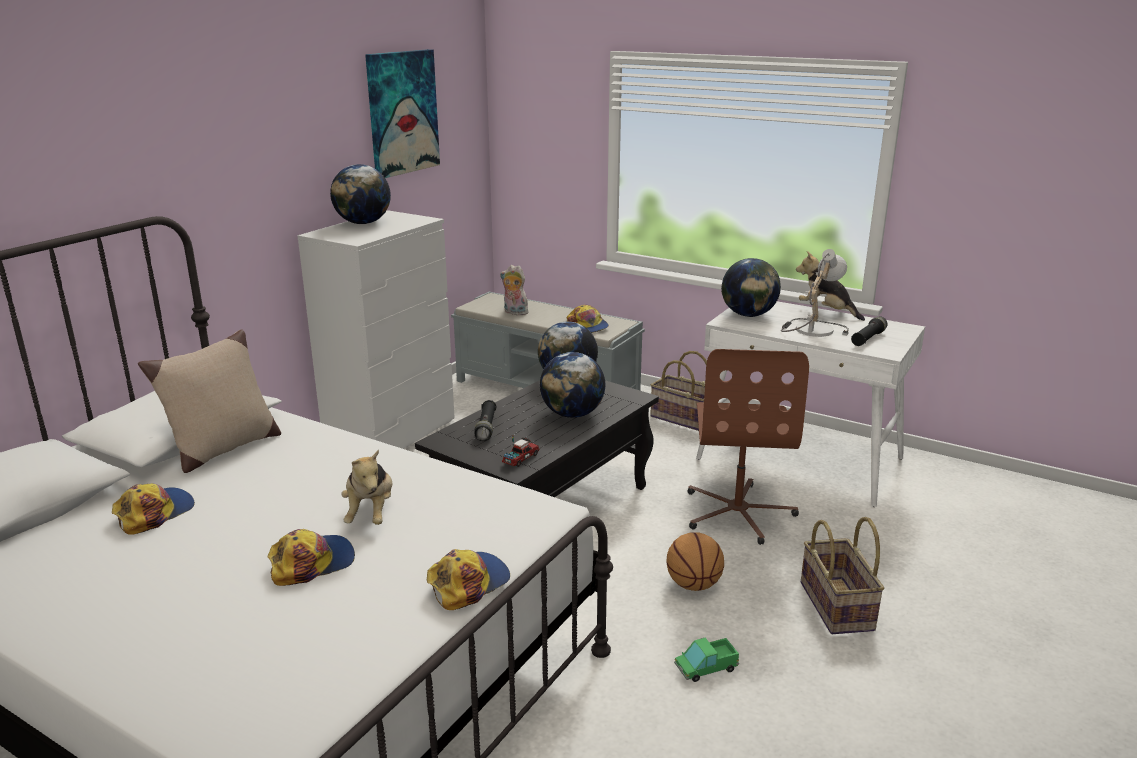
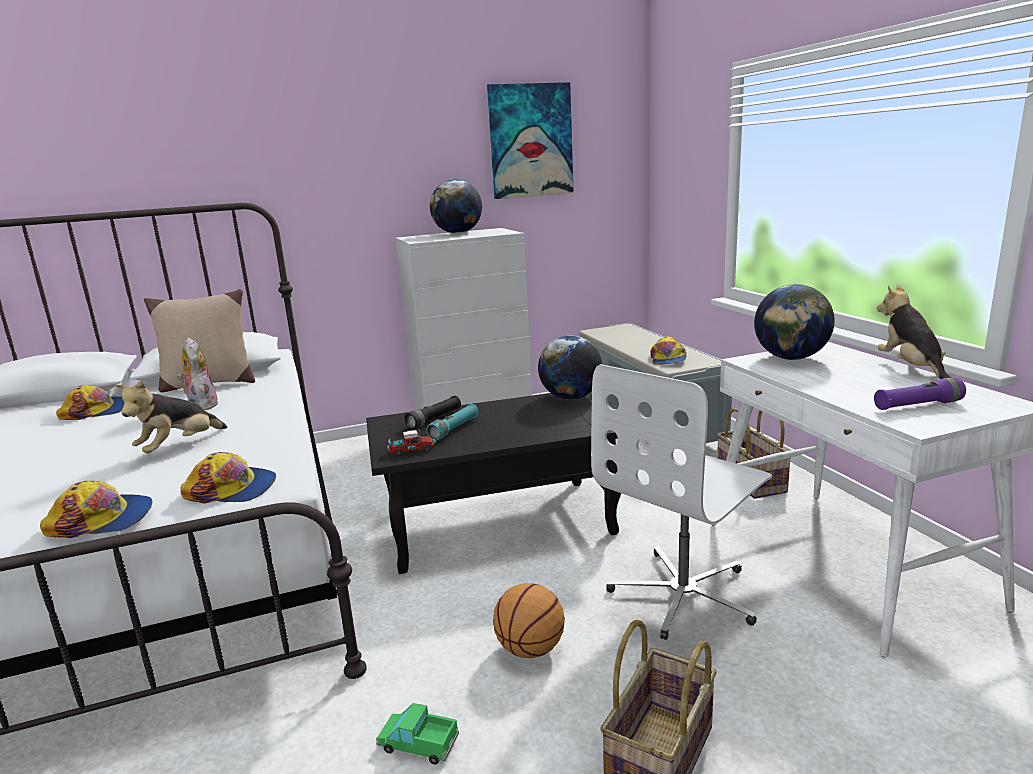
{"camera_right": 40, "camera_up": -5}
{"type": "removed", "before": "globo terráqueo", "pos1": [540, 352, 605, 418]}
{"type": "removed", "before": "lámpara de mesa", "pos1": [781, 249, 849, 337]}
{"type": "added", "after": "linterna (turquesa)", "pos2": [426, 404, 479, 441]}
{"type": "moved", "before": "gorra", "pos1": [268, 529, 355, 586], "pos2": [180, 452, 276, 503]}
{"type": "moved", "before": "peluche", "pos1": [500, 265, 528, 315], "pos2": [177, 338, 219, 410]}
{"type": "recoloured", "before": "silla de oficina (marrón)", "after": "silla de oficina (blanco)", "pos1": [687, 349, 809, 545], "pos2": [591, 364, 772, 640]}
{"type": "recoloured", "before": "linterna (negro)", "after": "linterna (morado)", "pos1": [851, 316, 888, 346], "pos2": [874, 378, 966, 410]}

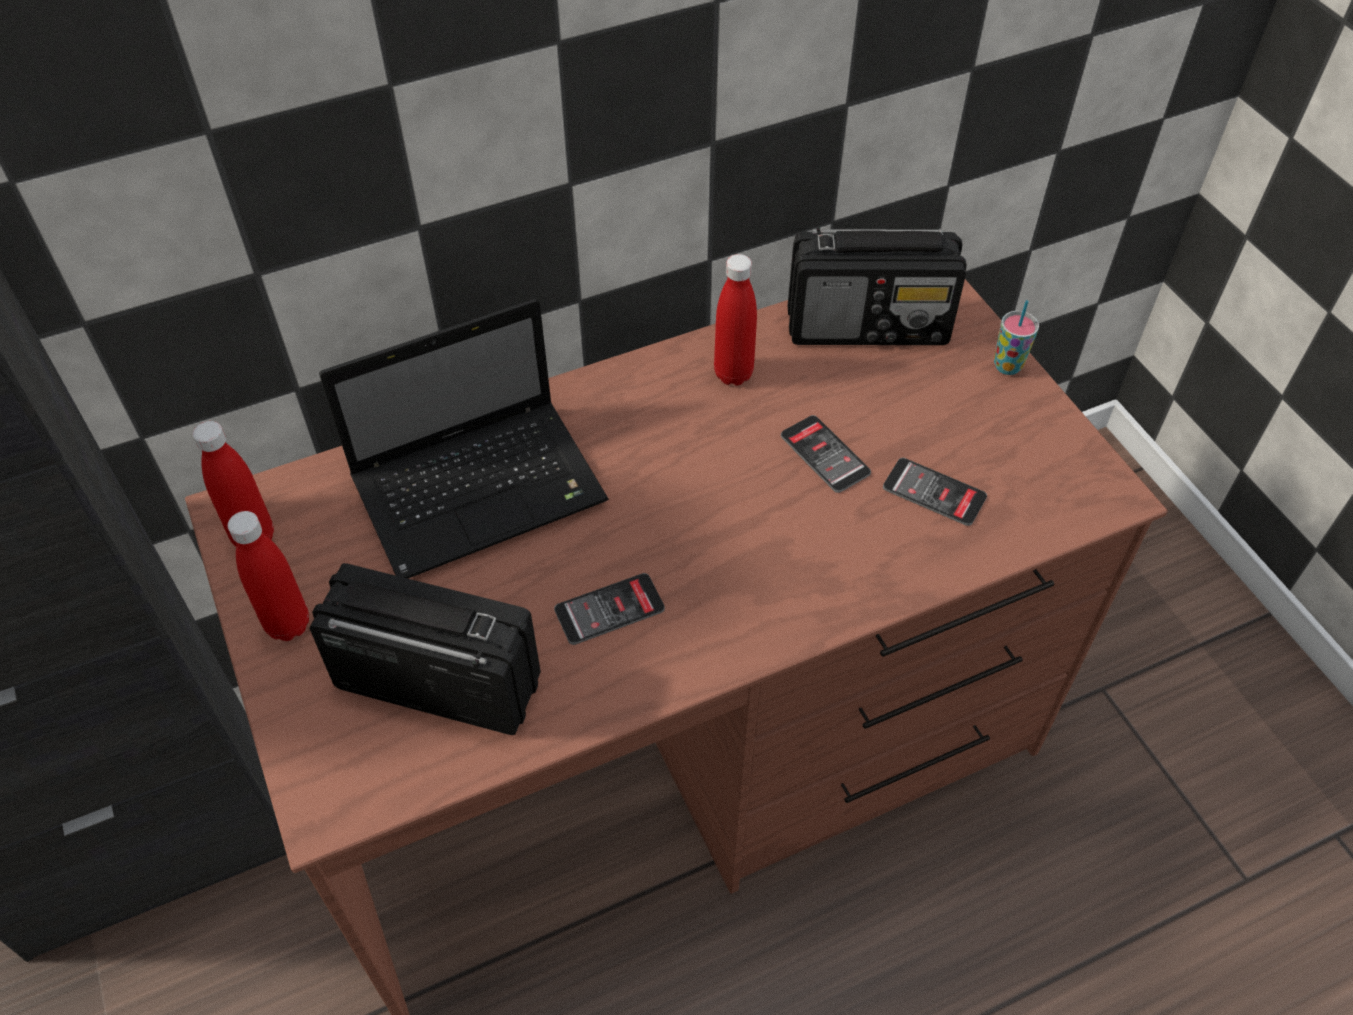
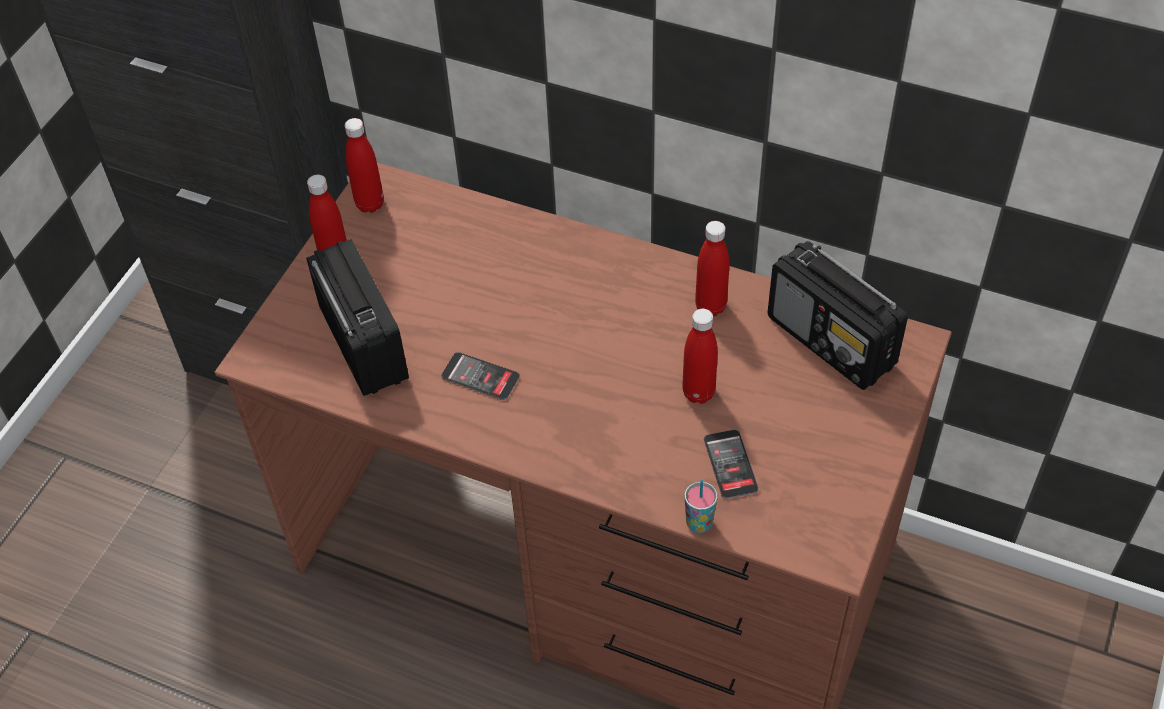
{"camera_right": 50, "camera_up": 0}
{"type": "removed", "before": "portátil", "pos1": [319, 298, 609, 579]}
{"type": "moved", "before": "taza", "pos1": [994, 300, 1039, 375], "pos2": [684, 480, 718, 533]}
{"type": "replaced", "before": "móvil", "after": "botella (rojo)", "pos1": [781, 415, 871, 493], "pos2": [682, 309, 718, 404]}

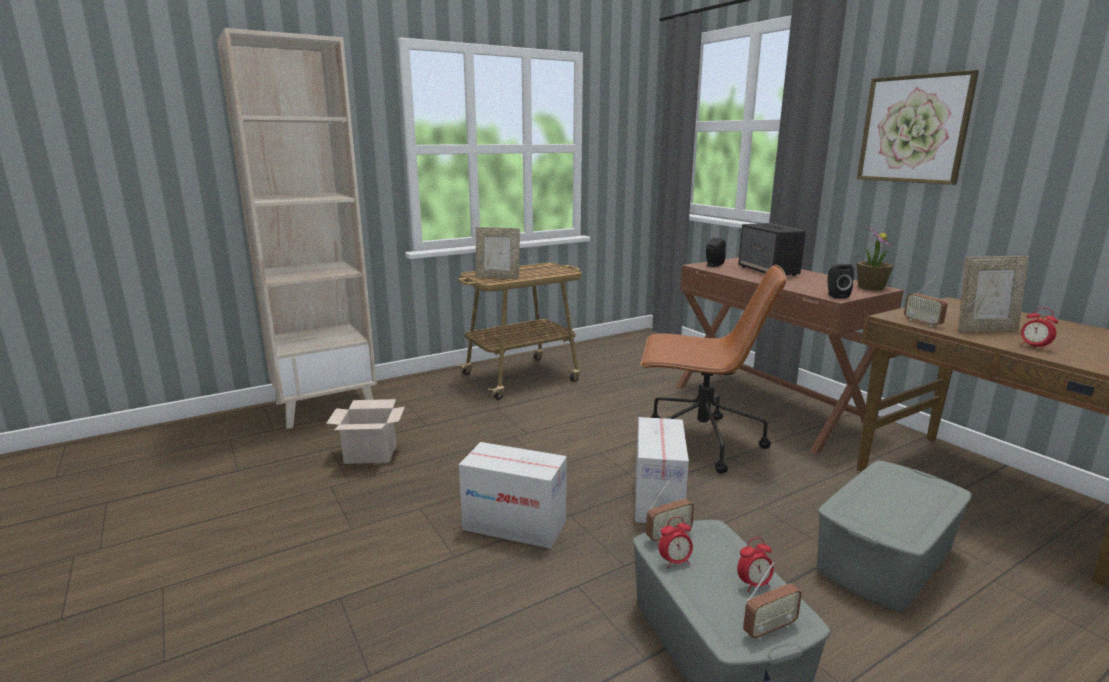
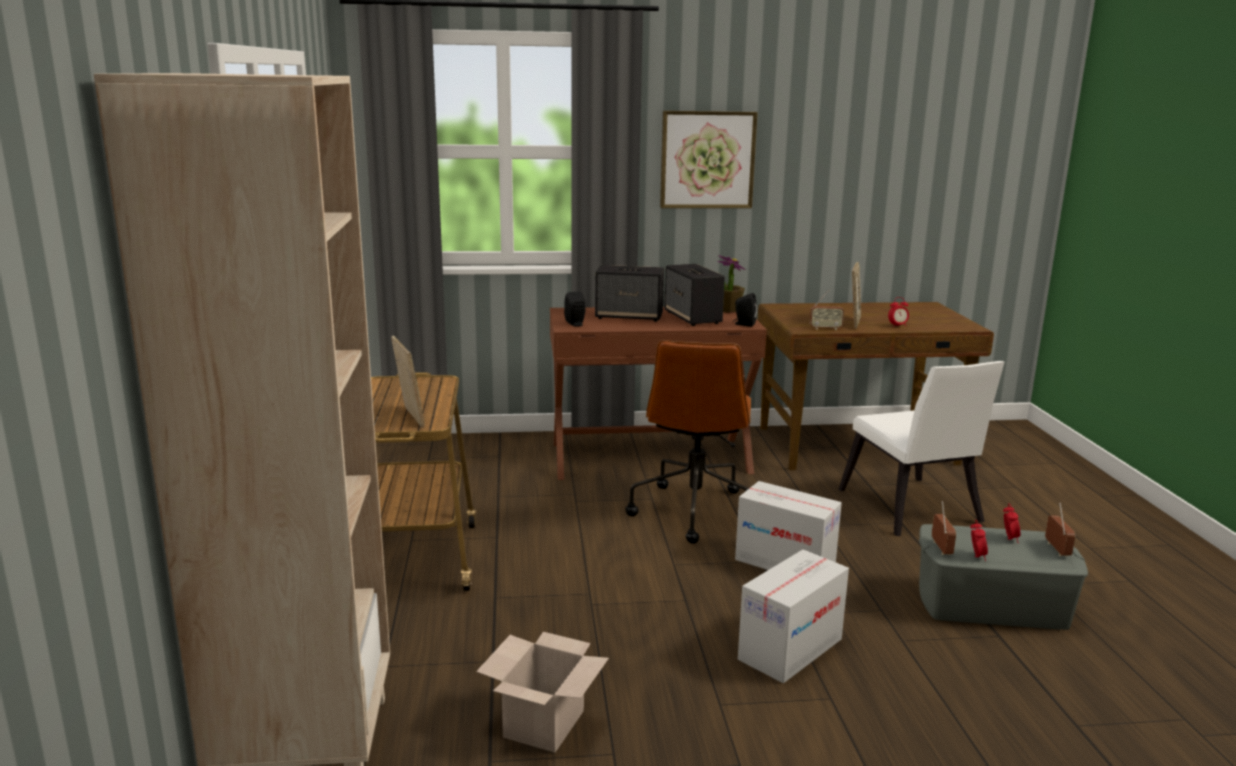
{"camera_right": -65, "camera_up": 0}
{"type": "added", "after": "altavoz", "pos2": [664, 264, 725, 326]}
{"type": "replaced", "before": "caja de almacenaje (gris)", "after": "silla (blanco)", "pos1": [817, 461, 972, 612], "pos2": [839, 361, 1004, 536]}
{"type": "turned", "before": "portarretratos", "pos1": [476, 227, 520, 279], "pos2": [391, 336, 425, 428], "turn": -60}
{"type": "turned", "before": "silla de oficina (marrón)", "pos1": [640, 264, 787, 474], "pos2": [625, 340, 751, 544], "turn": 150}

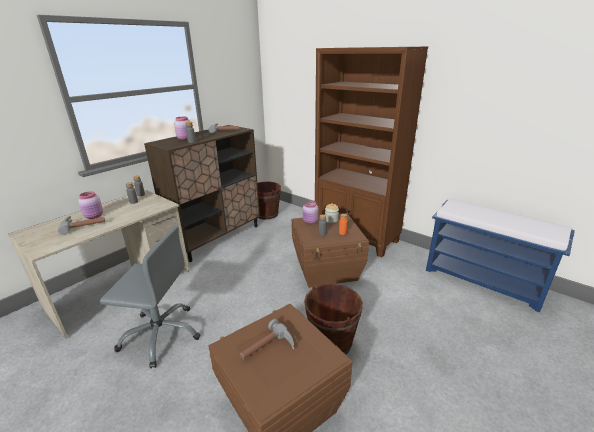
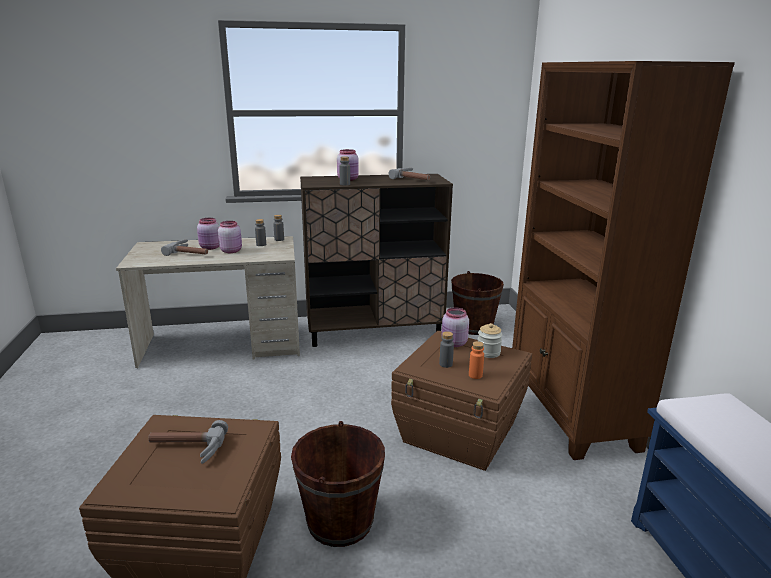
{"camera_right": 40, "camera_up": -5}
{"type": "removed", "before": "silla de oficina (gris)", "pos1": [100, 226, 201, 368]}
{"type": "added", "after": "tarro (rosa)", "pos2": [218, 221, 242, 253]}

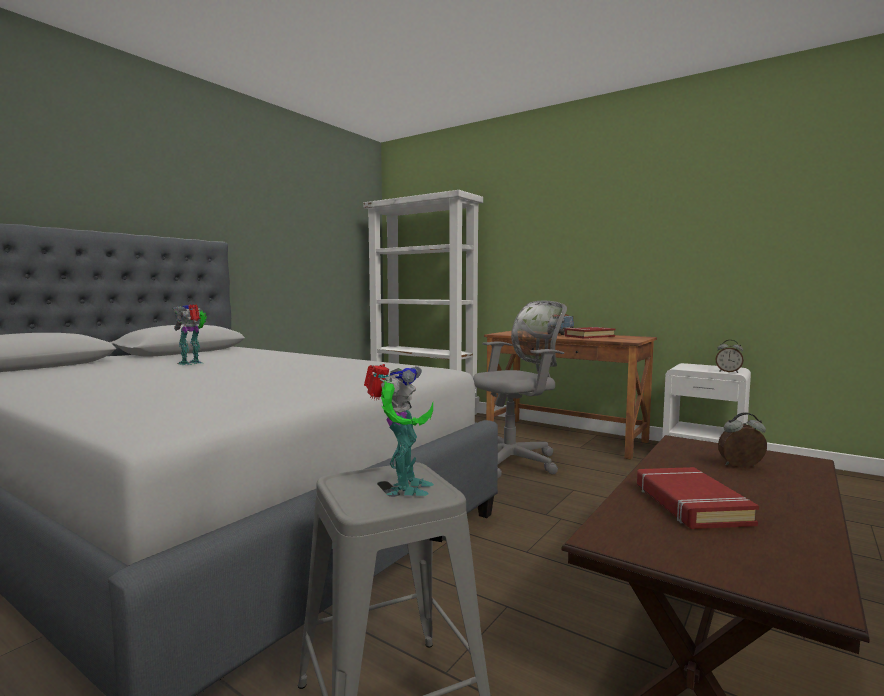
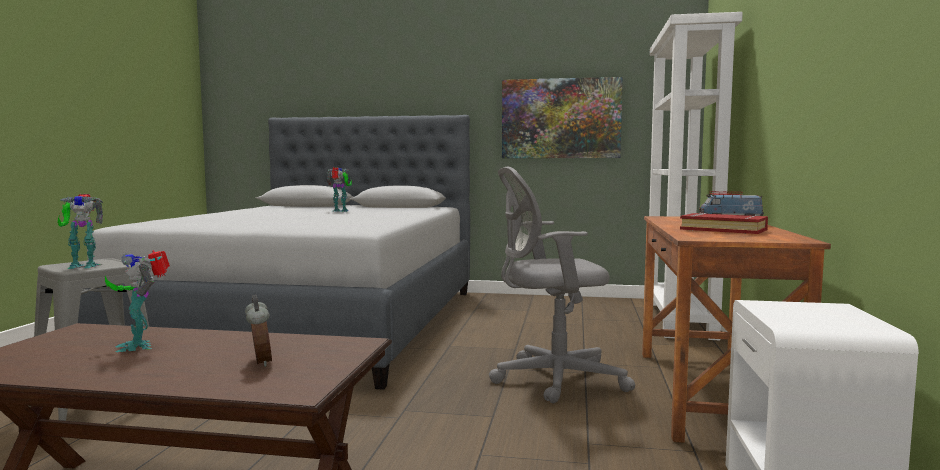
{"camera_right": 65, "camera_up": 0}
{"type": "removed", "before": "despertador", "pos1": [715, 340, 744, 373]}
{"type": "added", "after": "cuadro", "pos2": [502, 77, 623, 158]}
{"type": "replaced", "before": "libro (rojo)", "after": "robot de juguete", "pos1": [637, 467, 759, 529], "pos2": [105, 250, 170, 352]}
{"type": "turned", "before": "silla de oficina (gris)", "pos1": [473, 301, 567, 478], "pos2": [489, 167, 635, 403], "turn": 135}

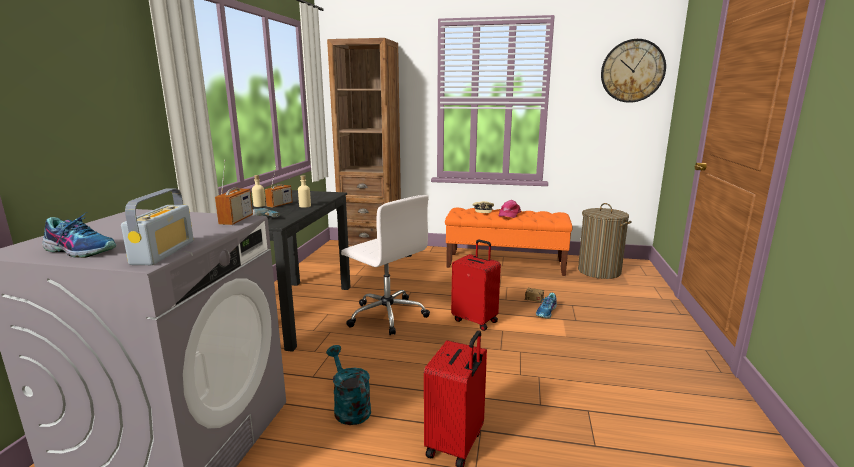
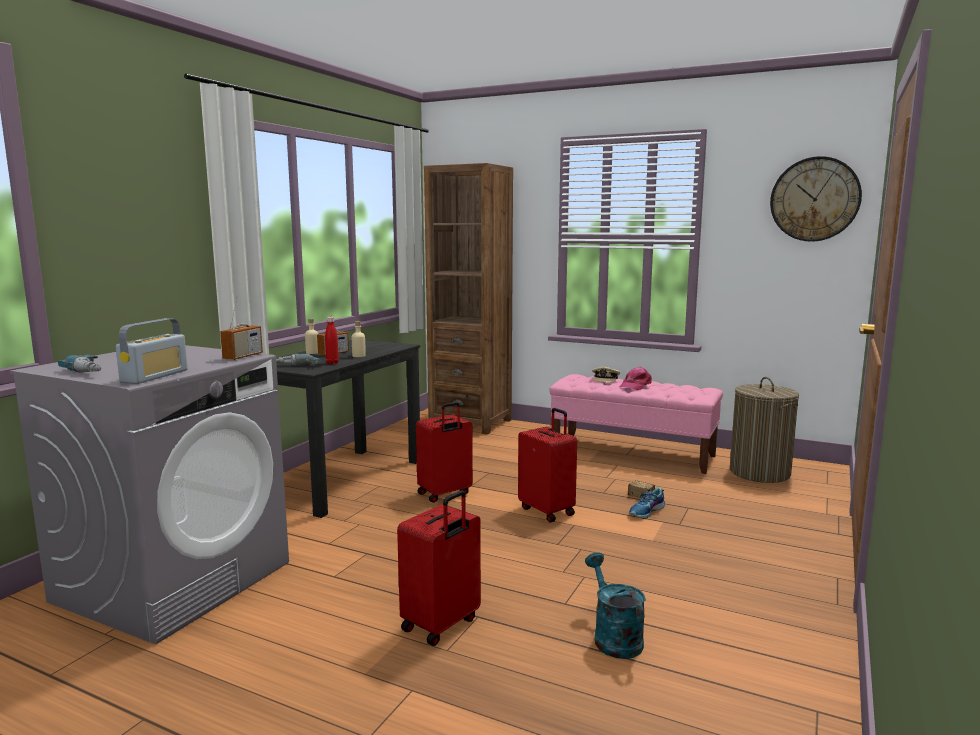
{"camera_right": 15, "camera_up": -5}
{"type": "added", "after": "botella (rojo)", "pos2": [325, 317, 339, 364]}
{"type": "moved", "before": "regadera (turquesa)", "pos1": [326, 345, 371, 425], "pos2": [585, 552, 646, 659]}
{"type": "replaced", "before": "zapato", "after": "taladro", "pos1": [42, 212, 116, 258], "pos2": [58, 355, 101, 373]}
{"type": "replaced", "before": "silla de oficina (blanco)", "after": "maleta (rojo)", "pos1": [341, 195, 430, 335], "pos2": [416, 402, 473, 503]}
{"type": "recoloured", "before": "banco (naranja)", "after": "banco (rosa)", "pos1": [445, 208, 573, 276], "pos2": [549, 374, 723, 474]}

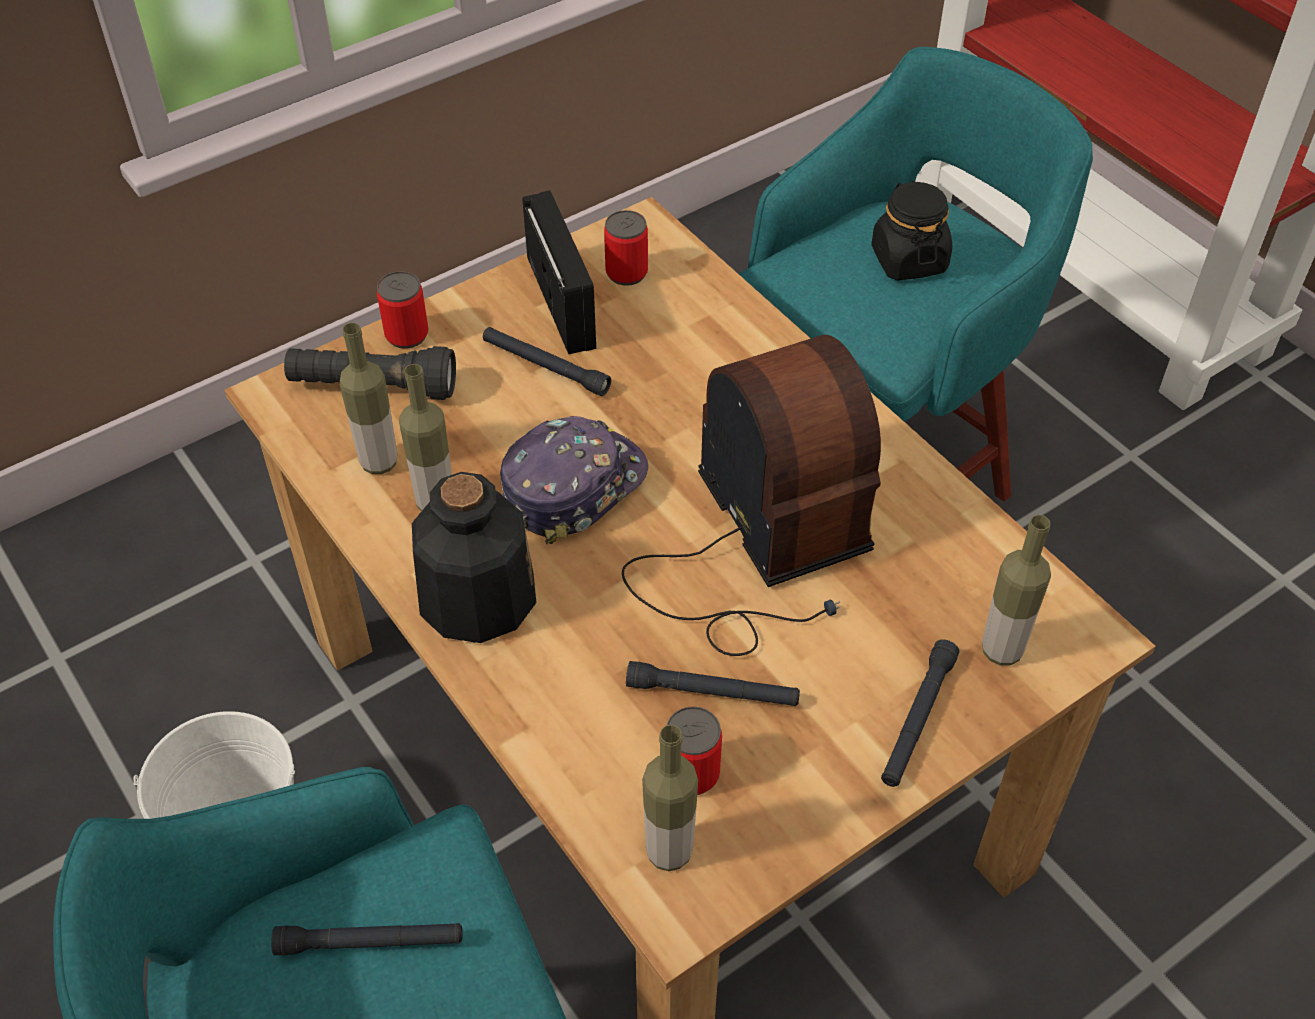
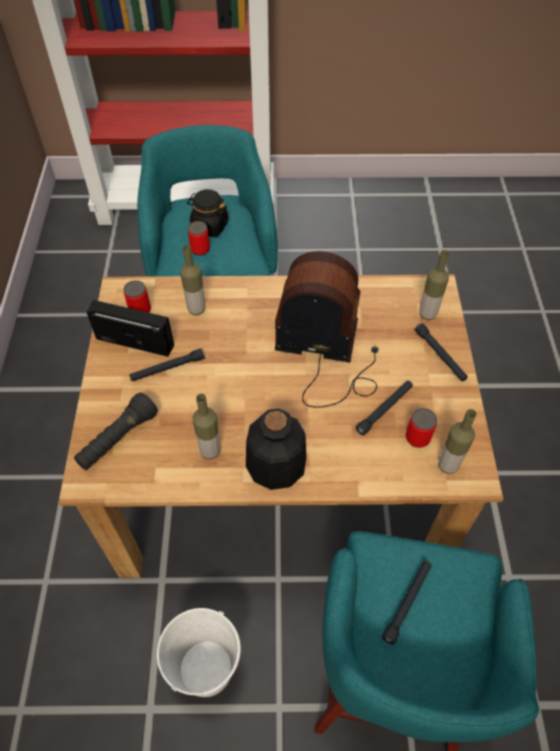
{"camera_right": -55, "camera_up": 5}
{"type": "removed", "before": "gorra", "pos1": [500, 416, 648, 544]}
{"type": "moved", "before": "botella", "pos1": [339, 323, 397, 474], "pos2": [180, 245, 205, 315]}
{"type": "moved", "before": "lata", "pos1": [377, 271, 429, 349], "pos2": [188, 221, 210, 256]}

